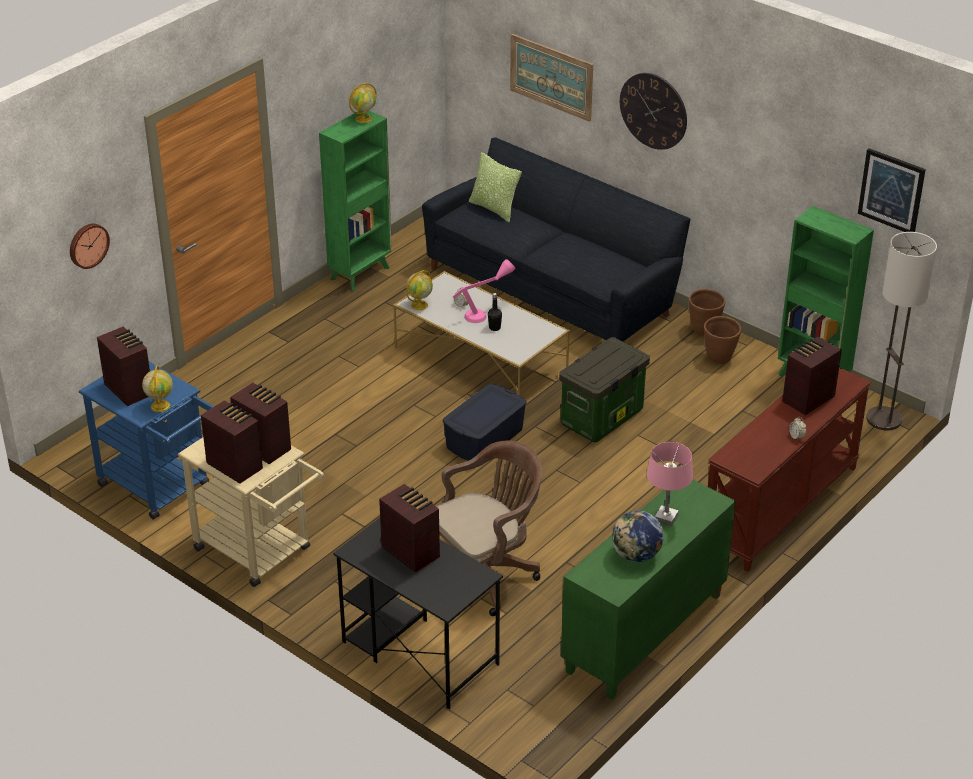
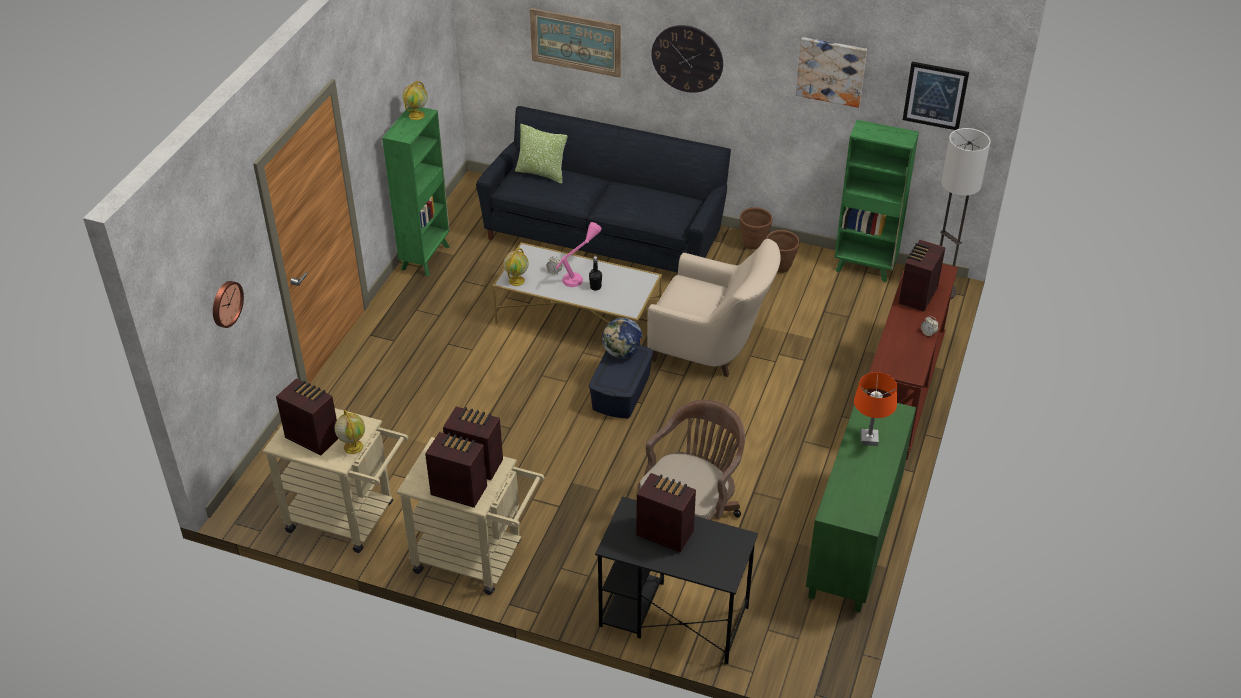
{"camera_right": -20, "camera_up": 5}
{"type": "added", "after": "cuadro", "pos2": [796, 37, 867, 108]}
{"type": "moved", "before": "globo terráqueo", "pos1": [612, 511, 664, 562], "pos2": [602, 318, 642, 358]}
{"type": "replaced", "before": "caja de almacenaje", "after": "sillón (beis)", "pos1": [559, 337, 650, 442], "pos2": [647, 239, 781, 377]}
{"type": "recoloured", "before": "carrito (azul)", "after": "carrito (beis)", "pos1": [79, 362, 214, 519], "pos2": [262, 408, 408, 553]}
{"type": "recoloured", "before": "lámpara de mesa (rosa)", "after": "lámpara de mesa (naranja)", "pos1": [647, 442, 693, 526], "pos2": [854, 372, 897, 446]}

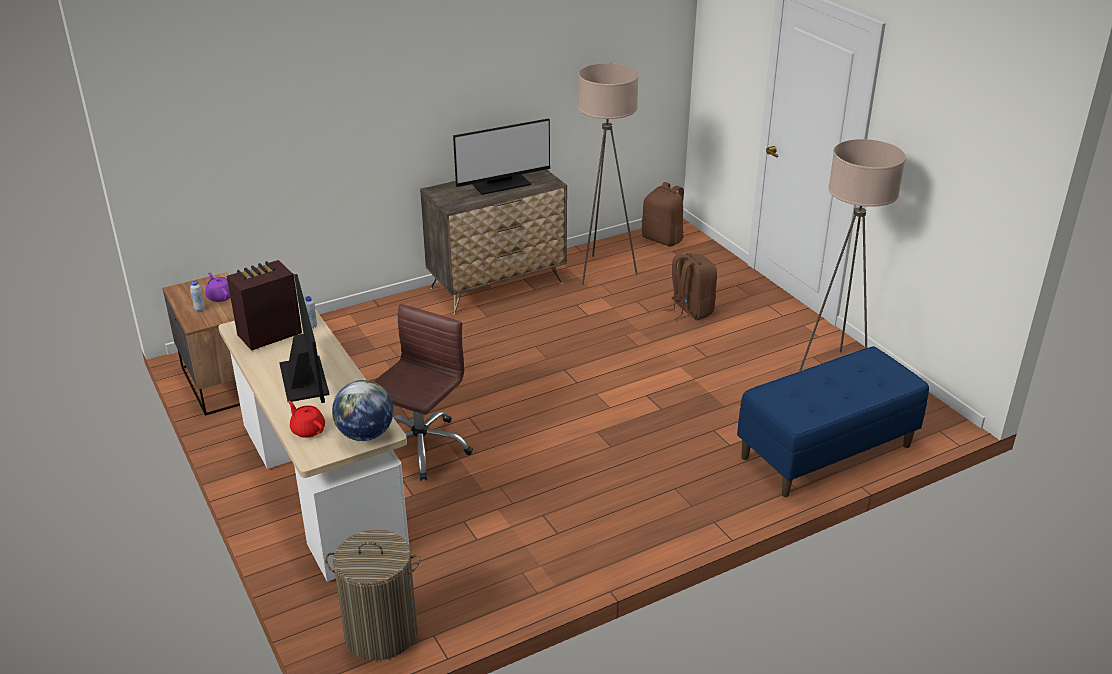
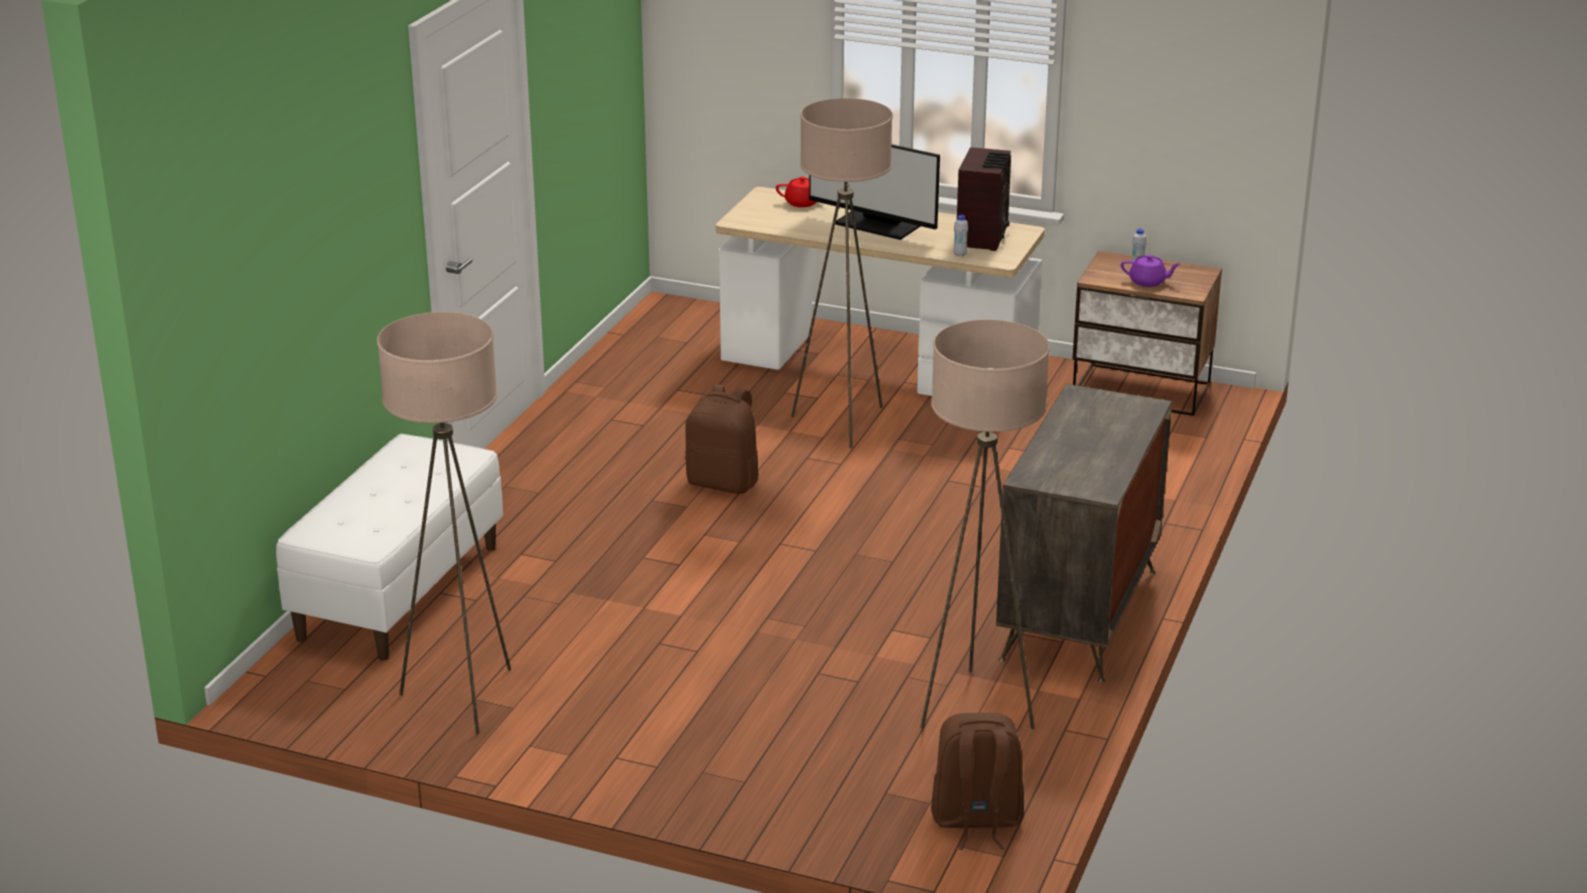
{"camera_right": 140, "camera_up": -5}
{"type": "removed", "before": "cesto de la ropa", "pos1": [325, 529, 420, 660]}
{"type": "removed", "before": "globo terráqueo", "pos1": [332, 380, 394, 441]}
{"type": "removed", "before": "monitor", "pos1": [453, 118, 550, 195]}
{"type": "moved", "before": "mochila (marrón)", "pos1": [663, 253, 717, 320], "pos2": [685, 384, 759, 494]}
{"type": "replaced", "before": "silla de oficina (marrón)", "after": "lámpara de pie (beis)", "pos1": [373, 304, 473, 481], "pos2": [791, 98, 893, 448]}
{"type": "recoloured", "before": "banco (azul)", "after": "banco (blanco)", "pos1": [737, 346, 929, 497], "pos2": [276, 434, 503, 661]}

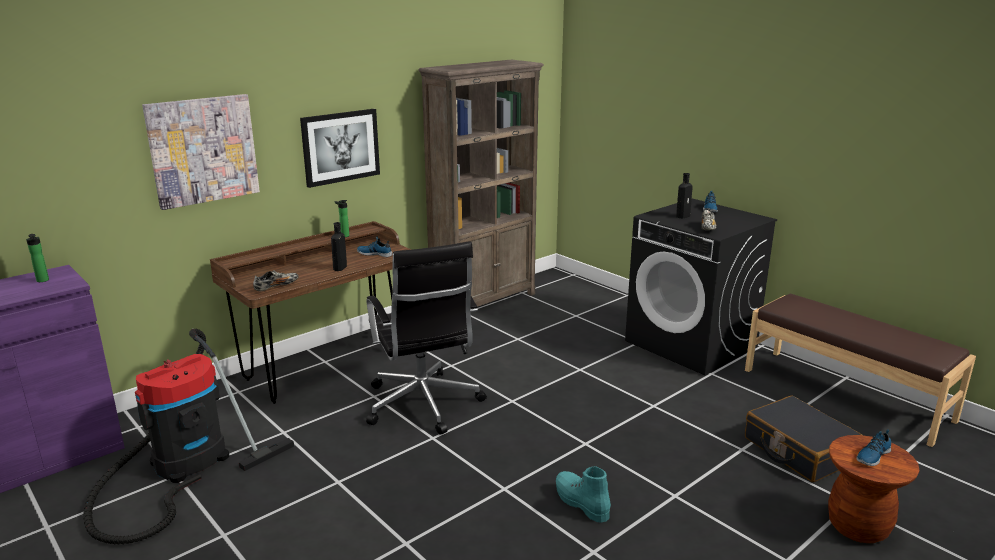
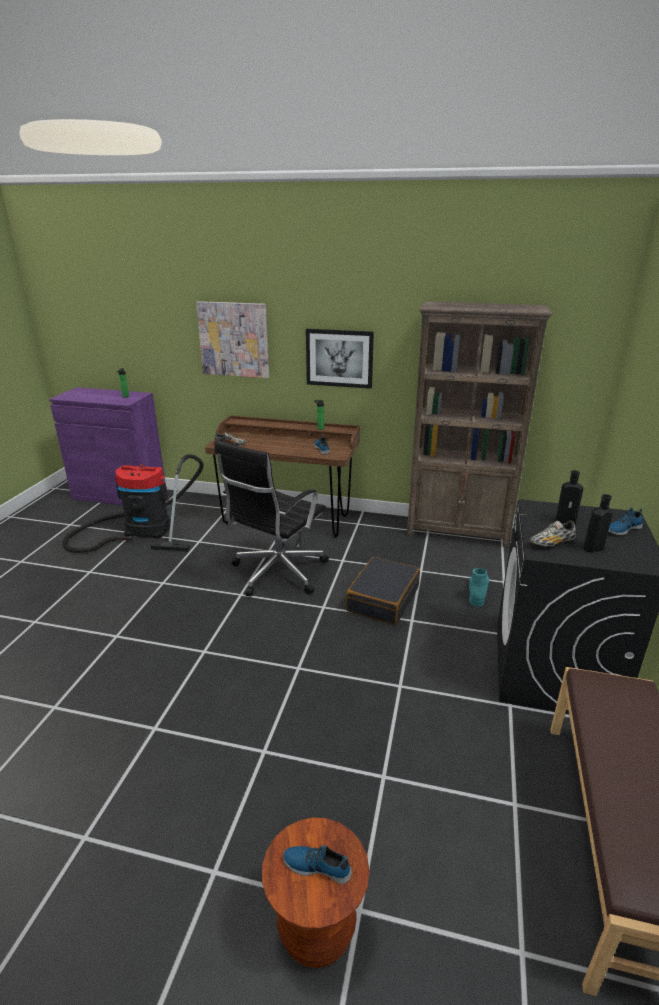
{"camera_right": 55, "camera_up": 5}
{"type": "moved", "before": "botella (negro)", "pos1": [331, 222, 347, 271], "pos2": [583, 494, 613, 553]}
{"type": "moved", "before": "bota (turquesa)", "pos1": [556, 466, 611, 523], "pos2": [469, 568, 489, 607]}
{"type": "moved", "before": "maleta (negro)", "pos1": [745, 396, 862, 482], "pos2": [346, 557, 420, 625]}

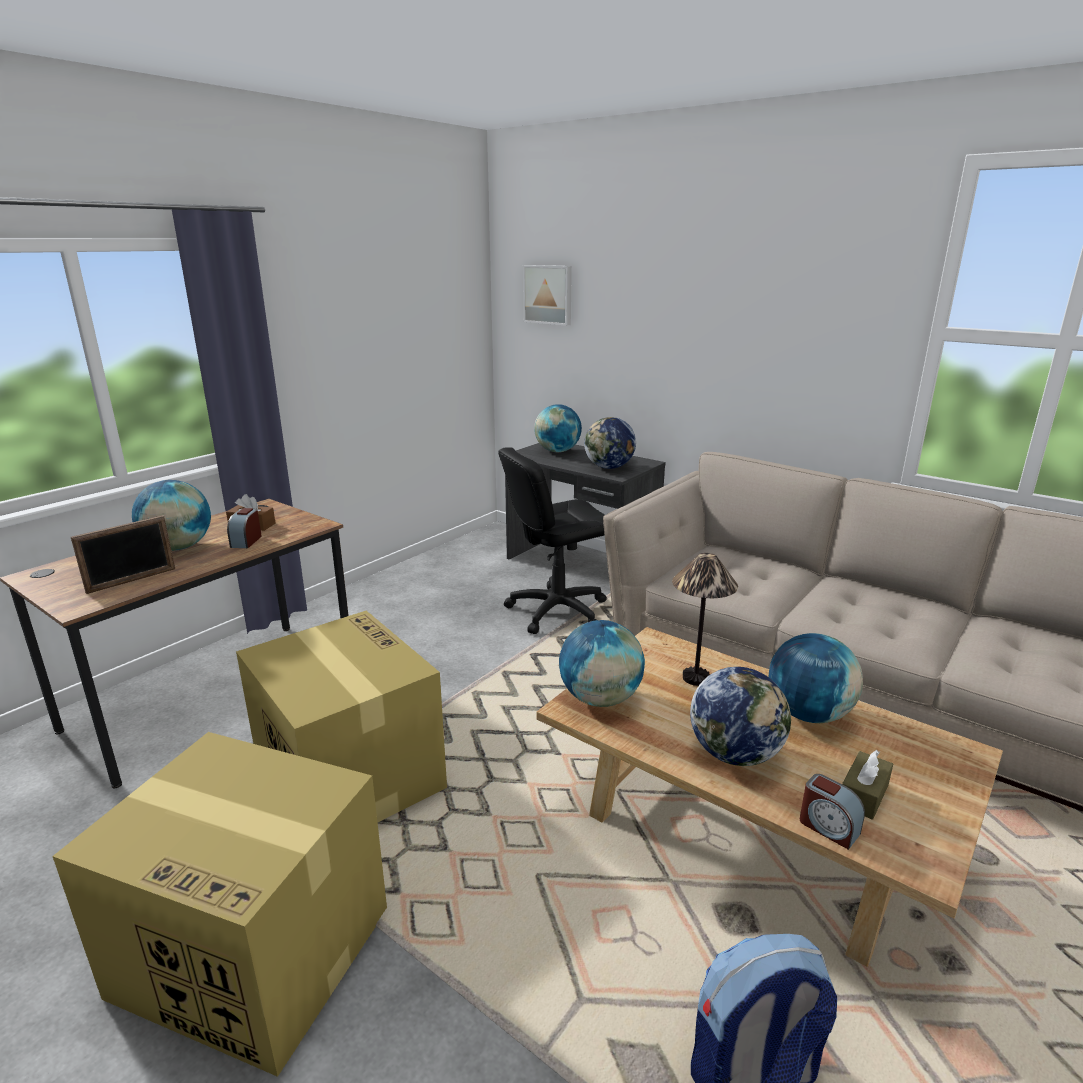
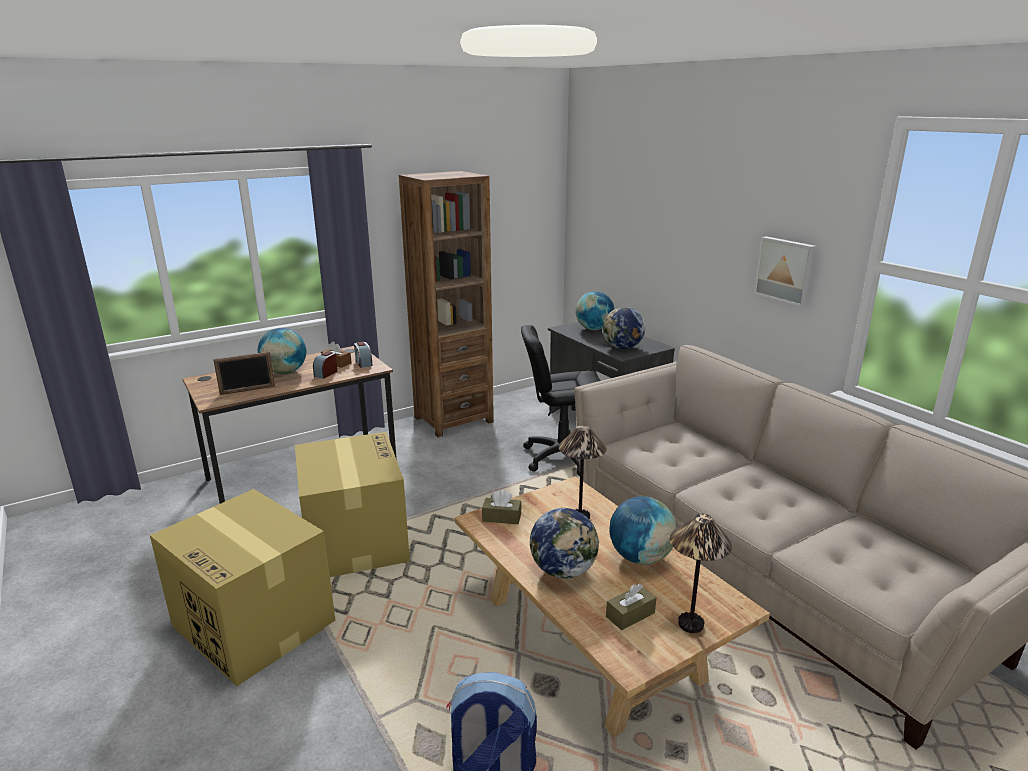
{"camera_right": 20, "camera_up": 0}
{"type": "added", "after": "estantería (marrón)", "pos2": [399, 171, 494, 438]}
{"type": "added", "after": "lámpara de mesa", "pos2": [670, 514, 732, 633]}
{"type": "moved", "before": "cuadro", "pos1": [523, 265, 572, 326], "pos2": [754, 236, 817, 307]}
{"type": "moved", "before": "despertador", "pos1": [800, 774, 865, 850], "pos2": [354, 342, 373, 368]}
{"type": "replaced", "before": "globo terráqueo", "after": "caja de pañuelos (marrón)", "pos1": [559, 620, 645, 707], "pos2": [482, 490, 522, 524]}

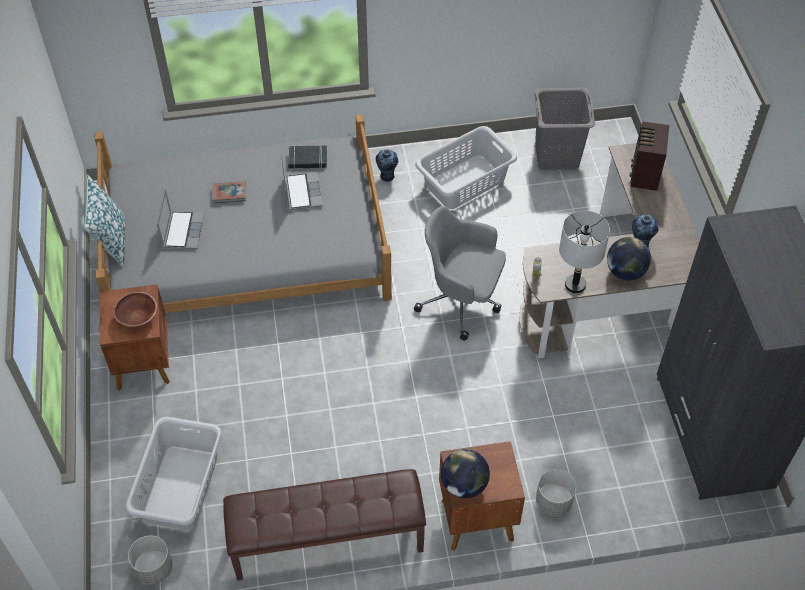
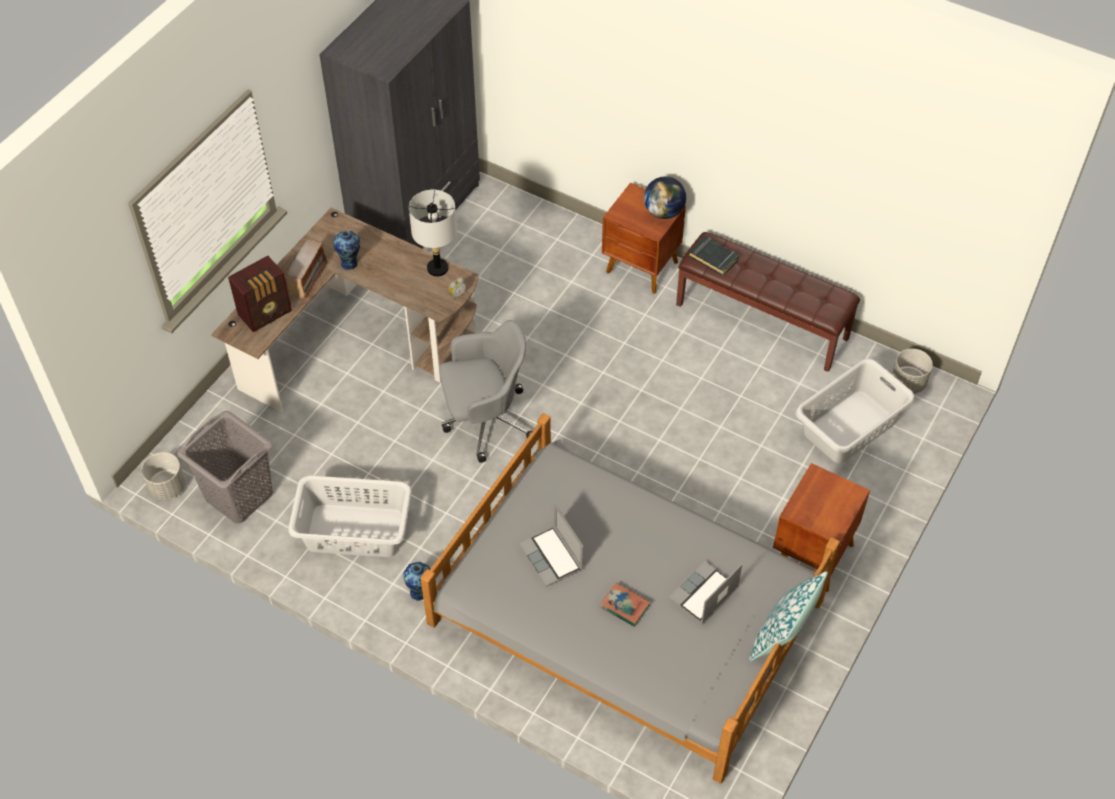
{"camera_right": -140, "camera_up": 0}
{"type": "removed", "before": "cuenco (marrón)", "pos1": [113, 292, 157, 327]}
{"type": "removed", "before": "globo terráqueo", "pos1": [607, 237, 651, 280]}
{"type": "added", "after": "radio", "pos2": [285, 239, 329, 299]}
{"type": "moved", "before": "libro (negro)", "pos1": [288, 146, 327, 169], "pos2": [689, 236, 739, 276]}
{"type": "moved", "before": "maceta (gris)", "pos1": [536, 469, 576, 516], "pos2": [141, 452, 185, 500]}
{"type": "turned", "before": "portátil", "pos1": [281, 153, 323, 210], "pos2": [519, 504, 584, 587], "turn": -60}
{"type": "turned", "before": "silla de oficina (gris)", "pos1": [414, 206, 506, 341], "pos2": [439, 320, 532, 463], "turn": -75}

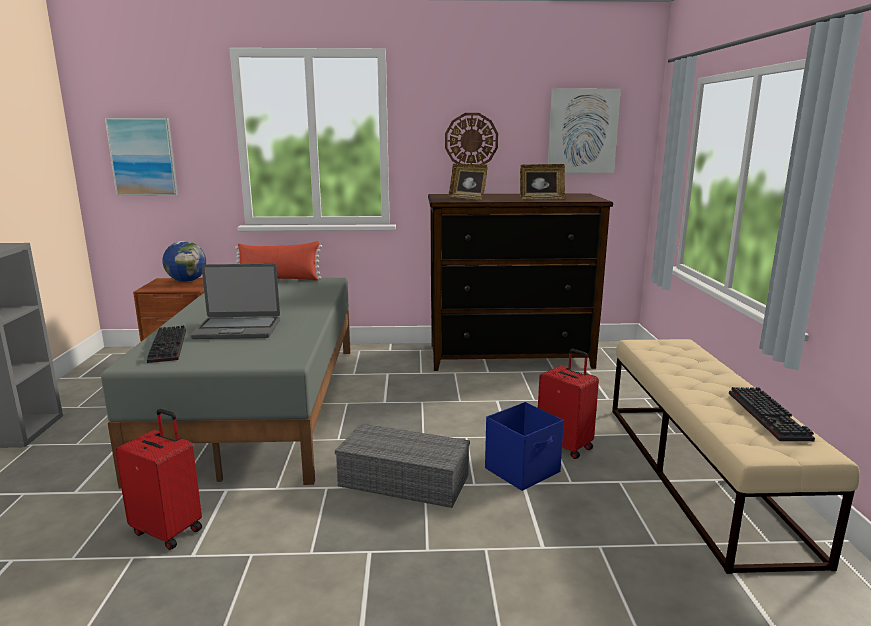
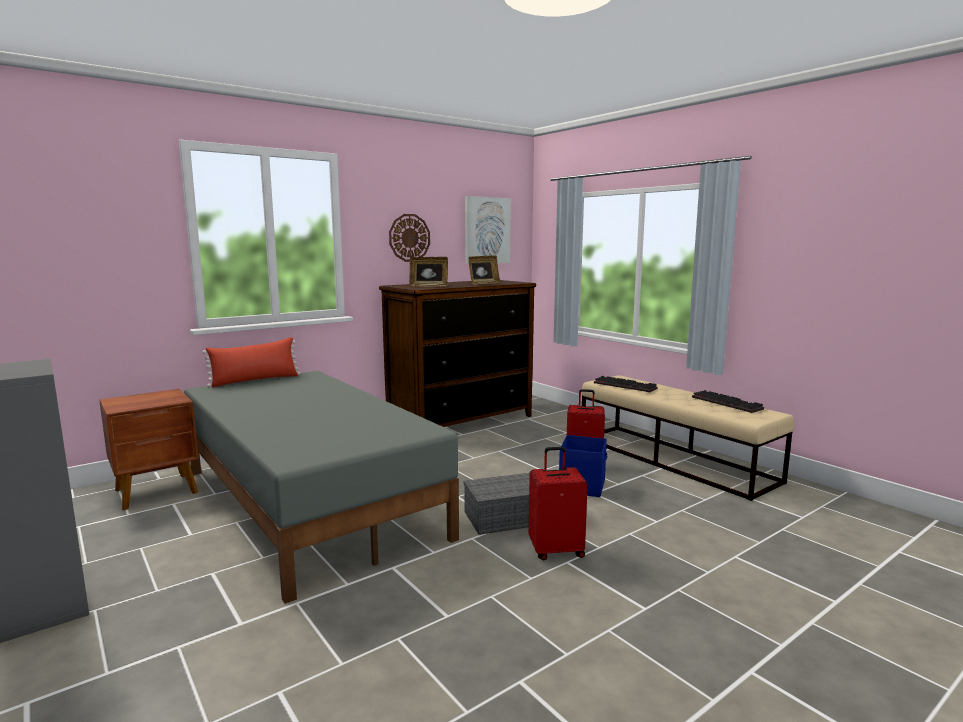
{"camera_right": -35, "camera_up": -5}
{"type": "removed", "before": "cuadro", "pos1": [105, 118, 178, 195]}
{"type": "removed", "before": "globo terráqueo", "pos1": [163, 241, 206, 282]}
{"type": "removed", "before": "portátil", "pos1": [190, 264, 280, 339]}
{"type": "moved", "before": "maleta (rojo)", "pos1": [115, 409, 202, 550], "pos2": [529, 447, 588, 560]}
{"type": "moved", "before": "teclado", "pos1": [147, 325, 186, 363], "pos2": [594, 376, 658, 392]}

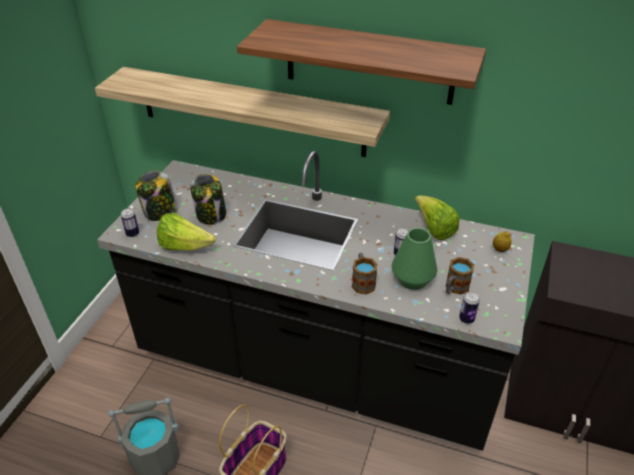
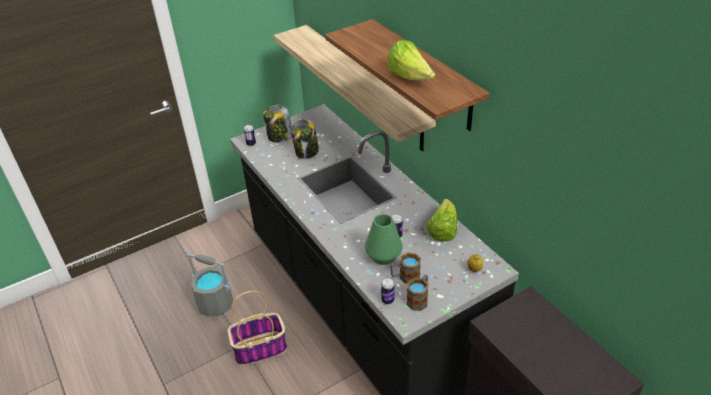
{"camera_right": 40, "camera_up": 0}
{"type": "moved", "before": "lechuga", "pos1": [157, 213, 216, 251], "pos2": [387, 40, 435, 81]}
{"type": "moved", "before": "taza grande", "pos1": [352, 253, 378, 294], "pos2": [407, 275, 428, 311]}

